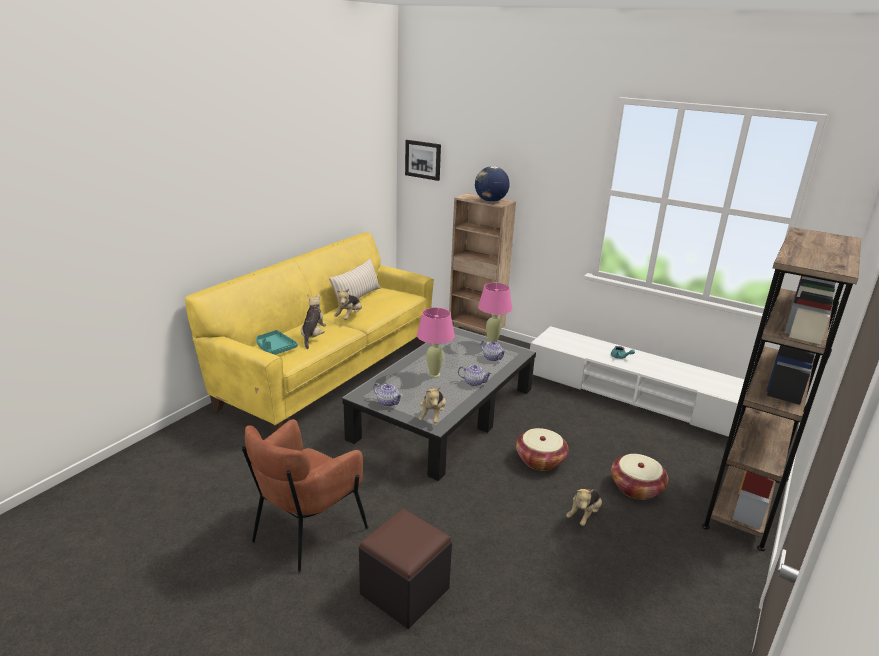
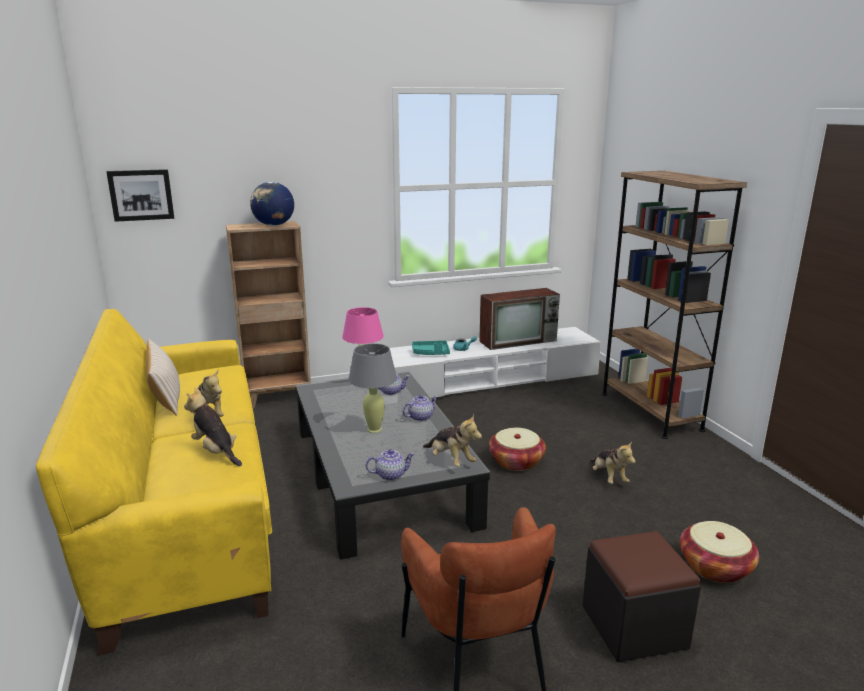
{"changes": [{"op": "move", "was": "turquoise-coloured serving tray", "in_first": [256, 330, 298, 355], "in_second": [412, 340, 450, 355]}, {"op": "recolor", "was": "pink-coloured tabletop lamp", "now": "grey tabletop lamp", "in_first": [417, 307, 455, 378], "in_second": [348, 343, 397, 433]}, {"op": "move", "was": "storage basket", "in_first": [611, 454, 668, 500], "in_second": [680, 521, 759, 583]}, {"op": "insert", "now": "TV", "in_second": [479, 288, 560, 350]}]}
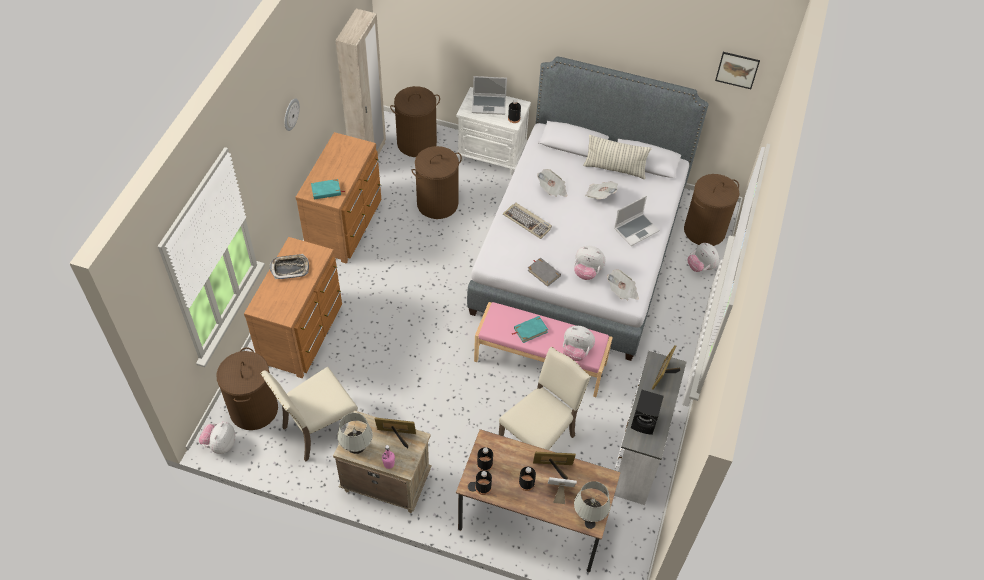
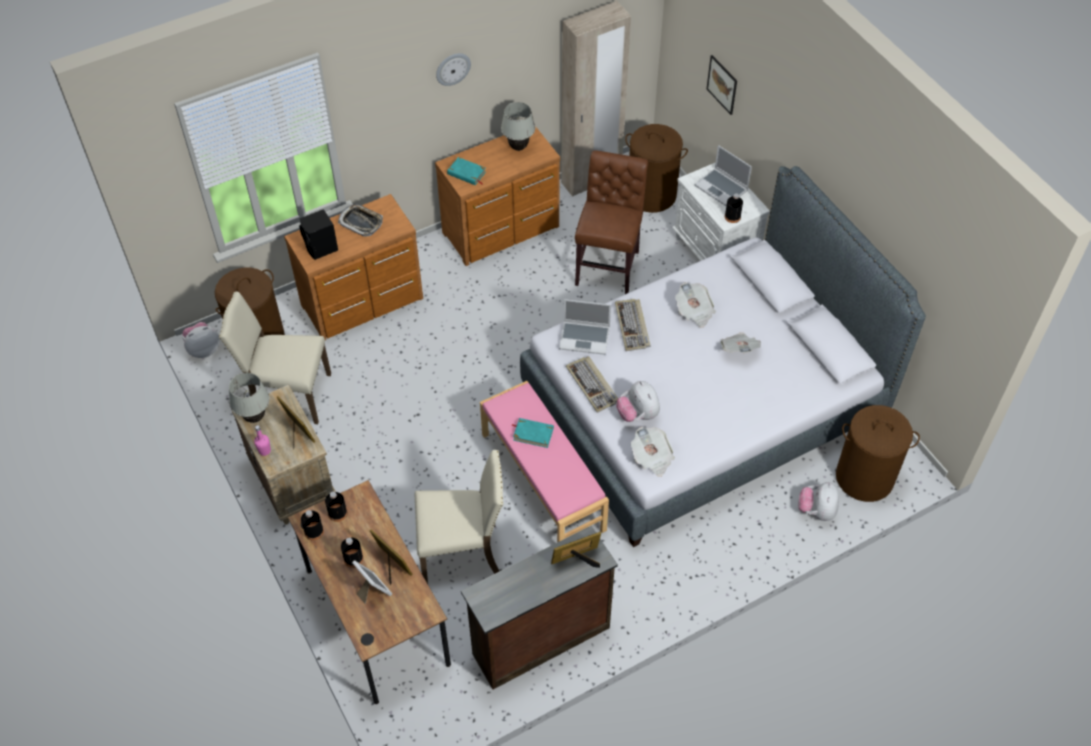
{"changes": [{"op": "replace", "was": "brown-coloured washing basket", "now": "brown-coloured plain chair", "in_first": [411, 146, 462, 219], "in_second": [575, 150, 648, 294]}, {"op": "replace", "was": "grey book", "now": "computer keyboard", "in_first": [527, 257, 561, 287], "in_second": [566, 356, 618, 413]}, {"op": "delete", "was": "soft toy", "in_first": [563, 326, 595, 361]}, {"op": "move", "was": "white tabletop lamp", "in_first": [574, 481, 610, 523], "in_second": [501, 102, 535, 151]}, {"op": "delete", "was": "throw pillow", "in_first": [583, 135, 652, 179]}, {"op": "move", "was": "portable computer", "in_first": [614, 195, 660, 246], "in_second": [559, 299, 611, 355]}, {"op": "recolor", "was": "white dresser", "now": "brown-coloured dresser", "in_first": [614, 351, 686, 505], "in_second": [461, 526, 618, 689]}, {"op": "move", "was": "black-coloured audio speaker", "in_first": [631, 390, 664, 435], "in_second": [299, 209, 338, 260]}, {"op": "move", "was": "wall art", "in_first": [715, 52, 760, 89], "in_second": [707, 55, 737, 115]}]}
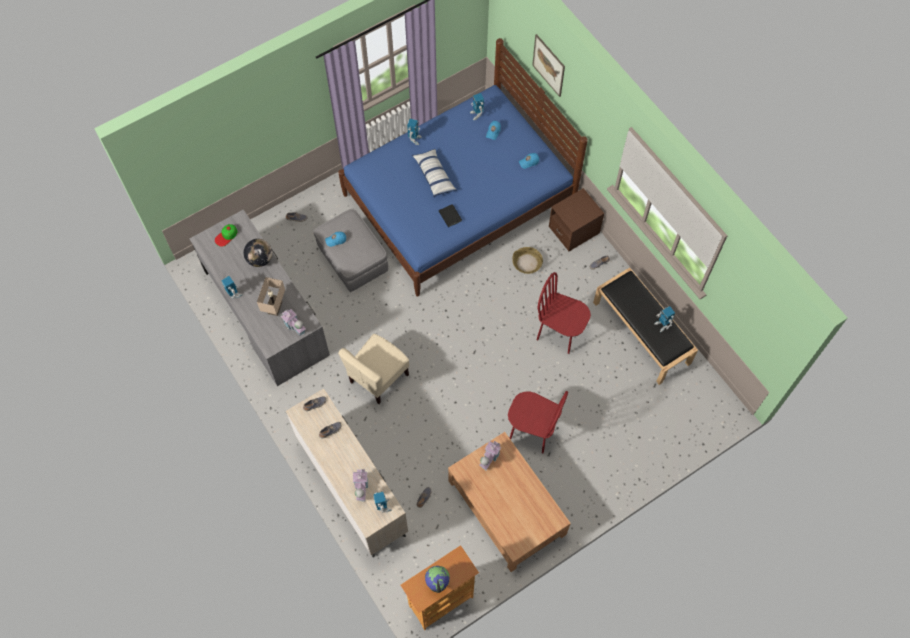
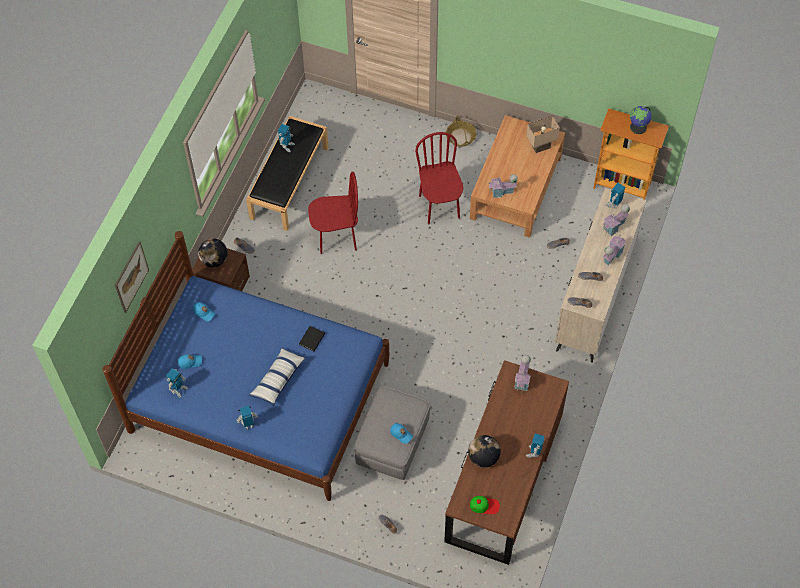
{"changes": [{"op": "recolor", "was": "grey desk unit", "now": "brown-coloured desk unit", "in_first": [190, 210, 330, 386], "in_second": [444, 360, 569, 565]}, {"op": "move", "was": "beige tabletop lamp", "in_first": [257, 277, 285, 316], "in_second": [526, 115, 560, 153]}, {"op": "delete", "was": "beige plain chair", "in_first": [338, 334, 409, 404]}, {"op": "move", "was": "storage basket", "in_first": [512, 247, 543, 274], "in_second": [446, 116, 476, 147]}, {"op": "rotate", "was": "reddish plain chair", "in_first": [537, 272, 591, 354], "in_second": [308, 171, 358, 254], "clockwise": -90}, {"op": "insert", "now": "globe", "in_second": [198, 238, 228, 268]}, {"op": "insert", "now": "miniature house", "in_second": [603, 236, 626, 266]}]}
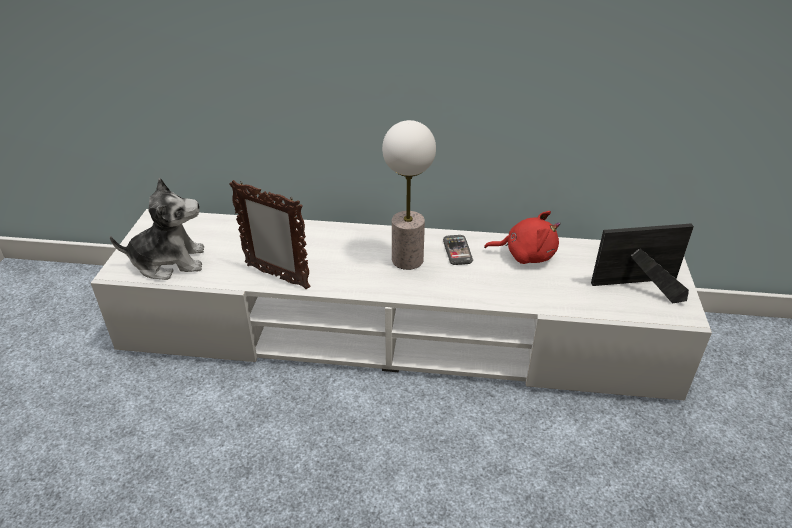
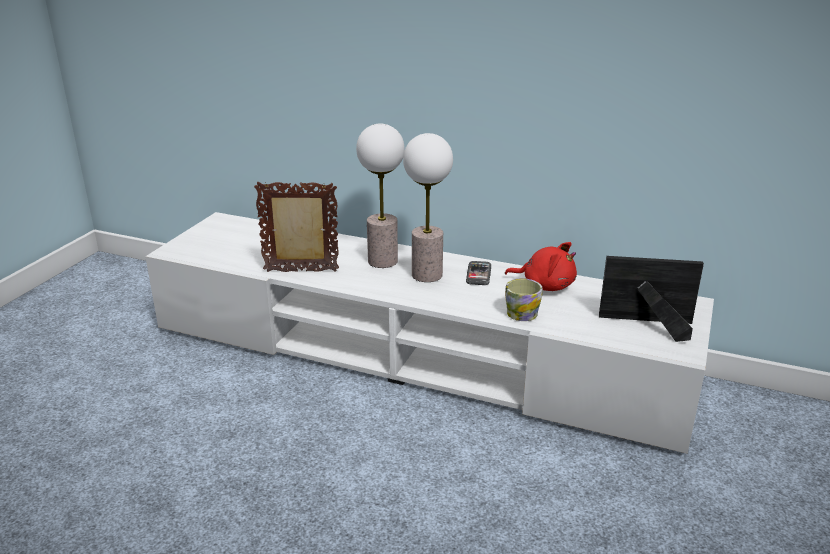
{"changes": [{"op": "delete", "was": "soft toy", "in_first": [110, 178, 204, 280]}, {"op": "rotate", "was": "standing frame", "in_first": [229, 180, 311, 289], "in_second": [254, 182, 339, 272], "clockwise": 135}, {"op": "insert", "now": "tabletop lamp", "in_second": [356, 124, 405, 268]}, {"op": "insert", "now": "tea mug", "in_second": [505, 278, 543, 321]}]}
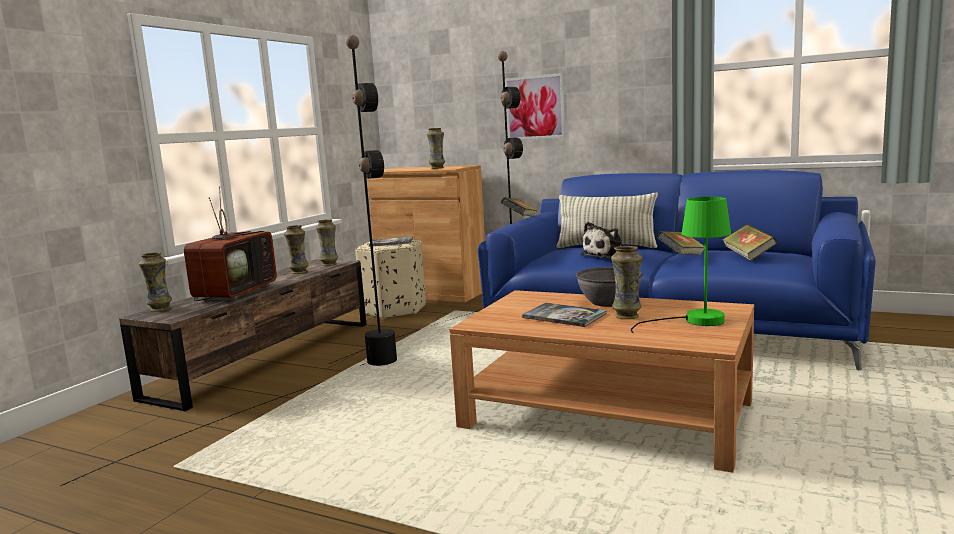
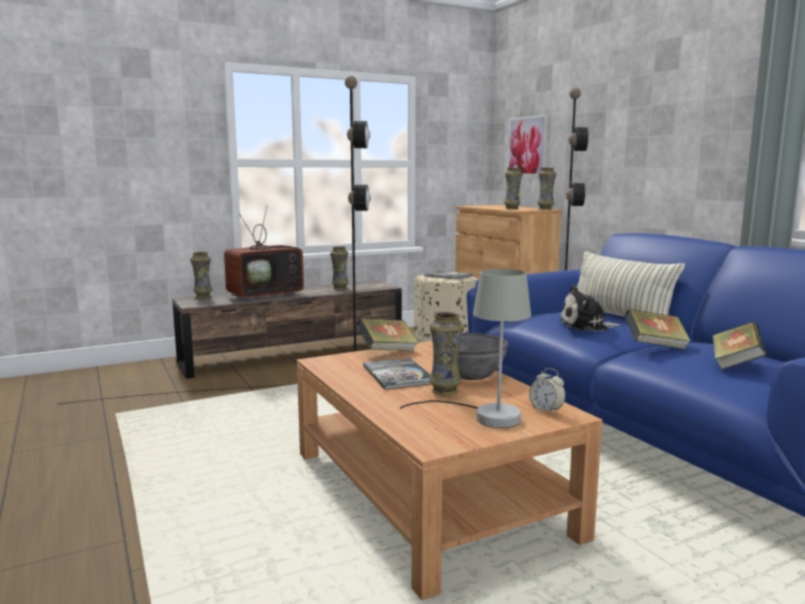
{"changes": [{"op": "move", "was": "flower vase", "in_first": [316, 219, 338, 266], "in_second": [537, 168, 556, 210]}, {"op": "move", "was": "book", "in_first": [501, 197, 538, 217], "in_second": [357, 318, 419, 351]}, {"op": "move", "was": "wall art", "in_first": [505, 73, 566, 140], "in_second": [507, 114, 548, 177]}, {"op": "recolor", "was": "greenish tabletop lamp", "now": "grey tabletop lamp", "in_first": [631, 197, 731, 334], "in_second": [400, 269, 531, 428]}, {"op": "insert", "now": "alarm clock", "in_second": [529, 368, 566, 415]}]}
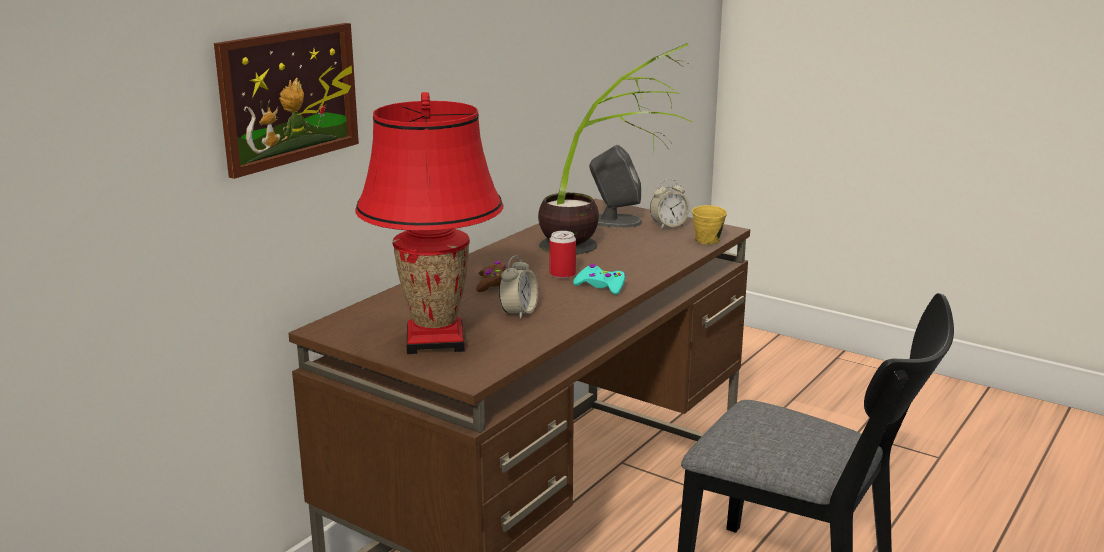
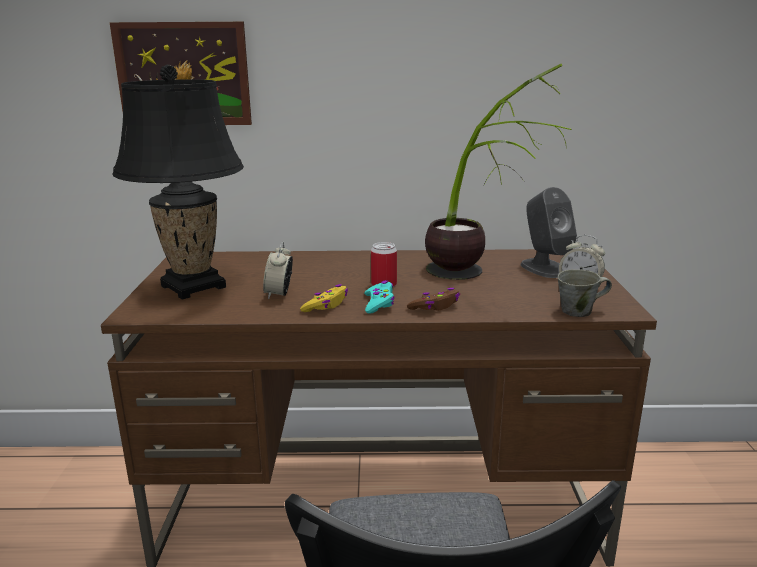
{"changes": [{"op": "recolor", "was": "reddish tabletop lamp", "now": "black-coloured tabletop lamp", "in_first": [355, 92, 503, 354], "in_second": [112, 65, 244, 300]}, {"op": "move", "was": "brown-coloured gamepad", "in_first": [476, 261, 506, 292], "in_second": [407, 288, 460, 311]}, {"op": "rotate", "was": "alarm clock", "in_first": [499, 255, 538, 320], "in_second": [263, 242, 293, 299], "clockwise": 105}, {"op": "recolor", "was": "yellowish tea mug", "now": "grey tea mug", "in_first": [692, 205, 727, 245], "in_second": [557, 270, 612, 317]}, {"op": "insert", "now": "yellowish gamepad", "in_second": [300, 284, 348, 312]}]}
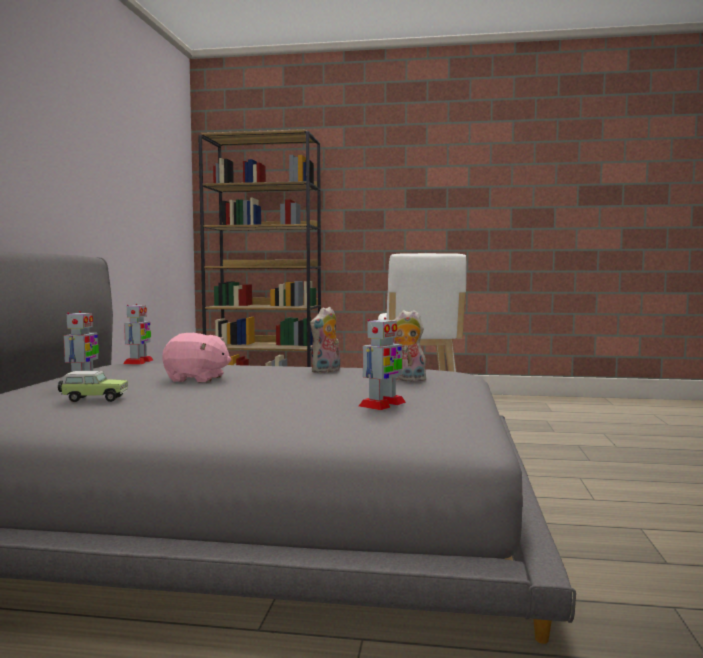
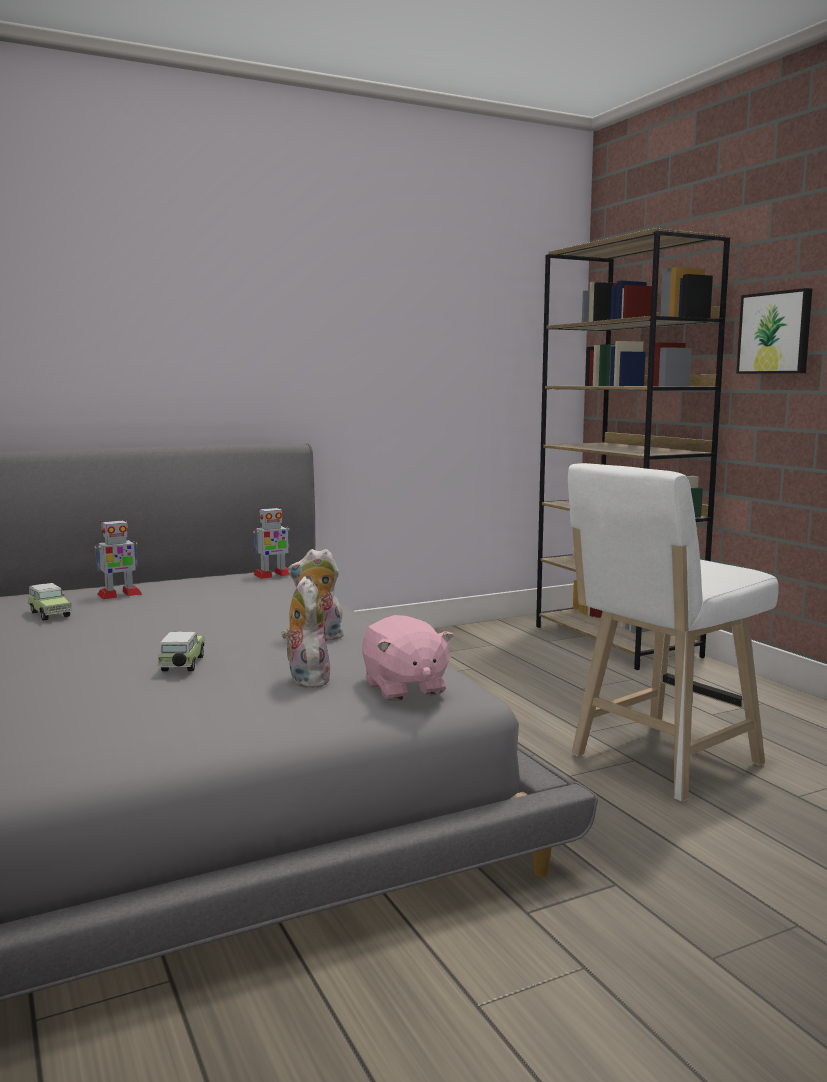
{"changes": [{"op": "move", "was": "pink-coloured soft toy", "in_first": [162, 333, 232, 383], "in_second": [362, 615, 454, 701]}, {"op": "delete", "was": "toy robot", "in_first": [359, 317, 406, 410]}, {"op": "insert", "now": "toy car", "in_second": [157, 632, 204, 671]}, {"op": "insert", "now": "wall art", "in_second": [736, 288, 812, 374]}]}
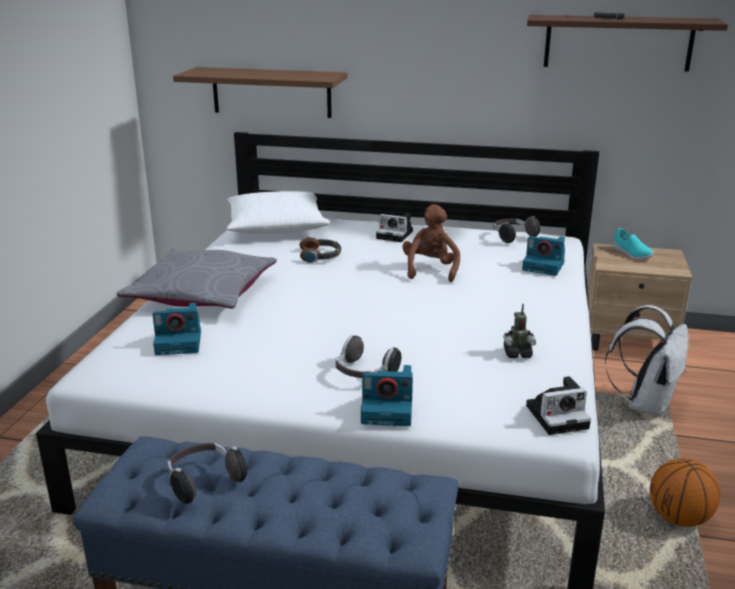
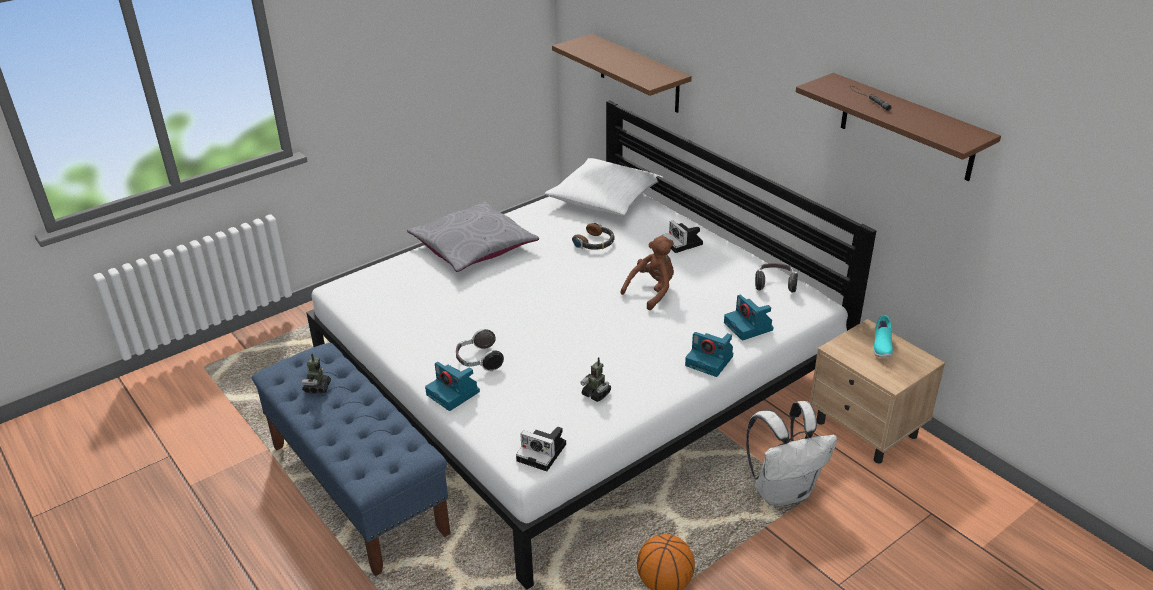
{"changes": [{"op": "move", "was": "photo camera", "in_first": [153, 303, 201, 355], "in_second": [685, 332, 733, 377]}, {"op": "replace", "was": "headphones", "now": "toy robot", "in_first": [168, 443, 247, 504], "in_second": [302, 353, 331, 394]}]}
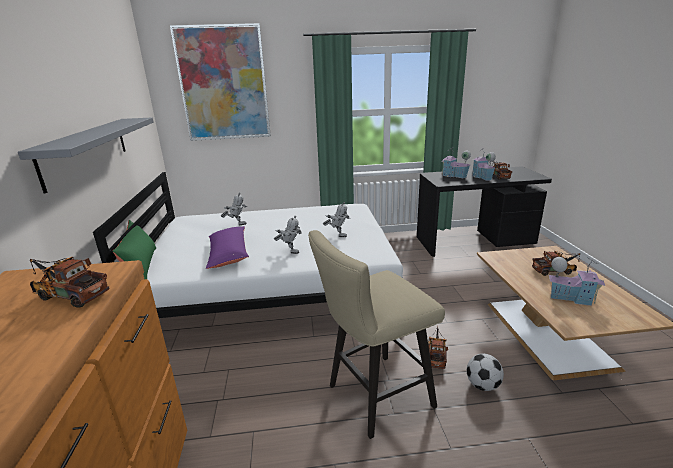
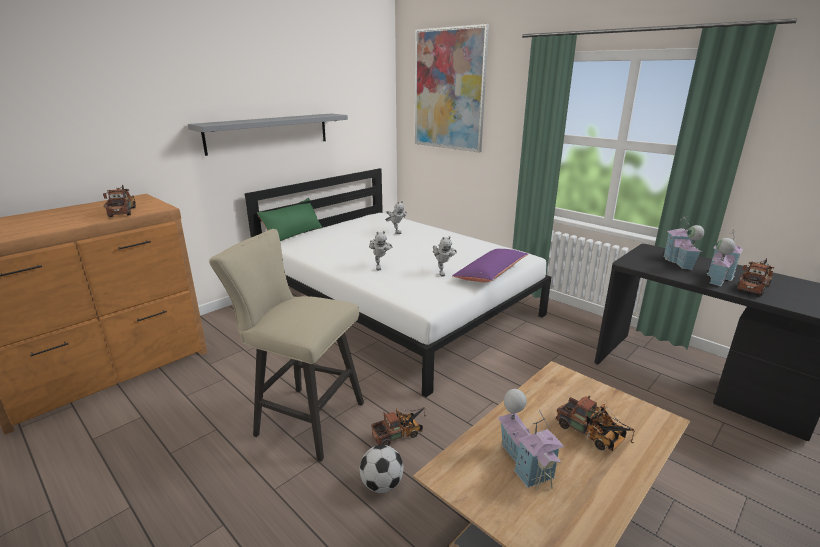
{"changes": [{"op": "move", "was": "purple throw pillow", "in_first": [206, 226, 249, 269], "in_second": [452, 249, 528, 283]}]}
